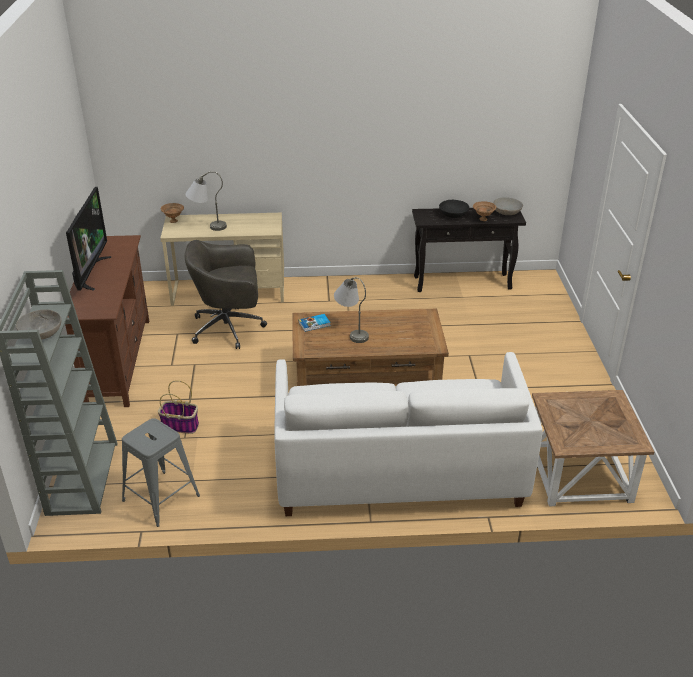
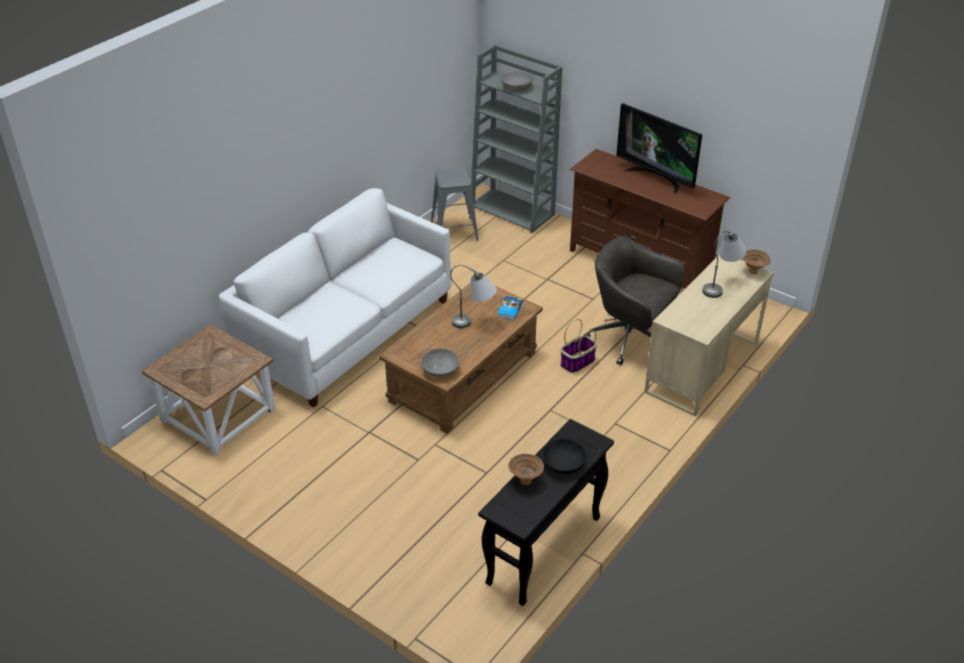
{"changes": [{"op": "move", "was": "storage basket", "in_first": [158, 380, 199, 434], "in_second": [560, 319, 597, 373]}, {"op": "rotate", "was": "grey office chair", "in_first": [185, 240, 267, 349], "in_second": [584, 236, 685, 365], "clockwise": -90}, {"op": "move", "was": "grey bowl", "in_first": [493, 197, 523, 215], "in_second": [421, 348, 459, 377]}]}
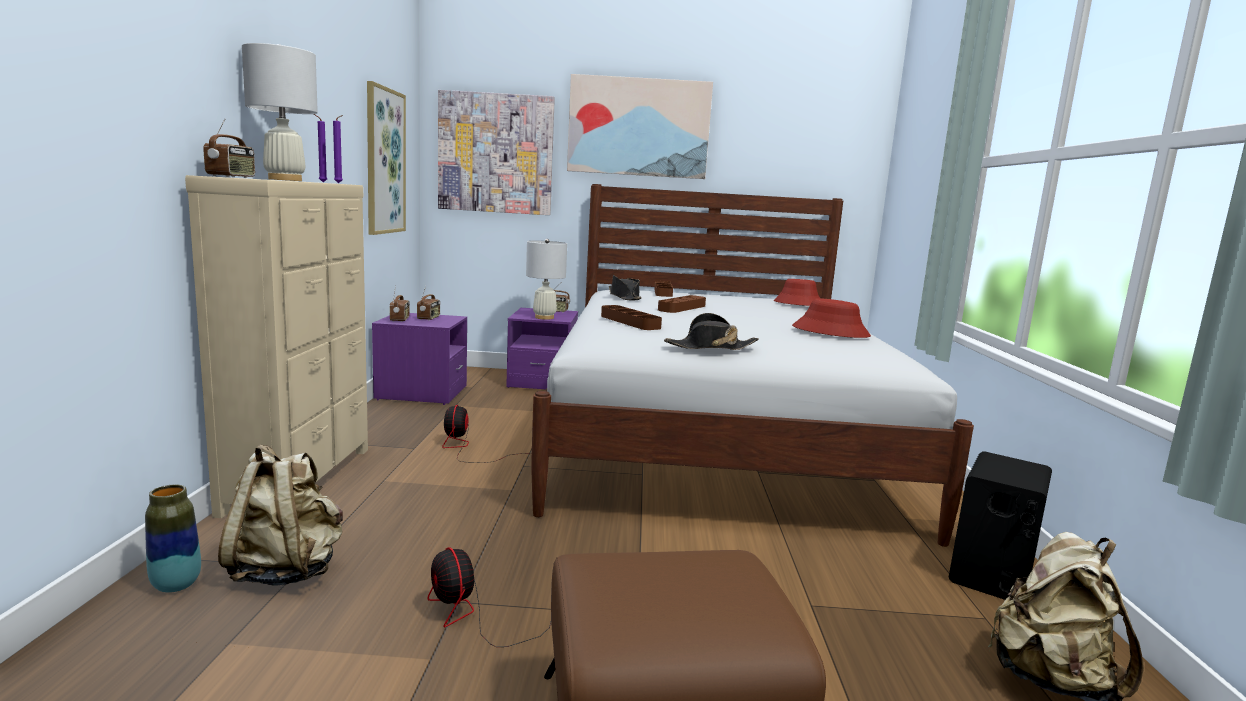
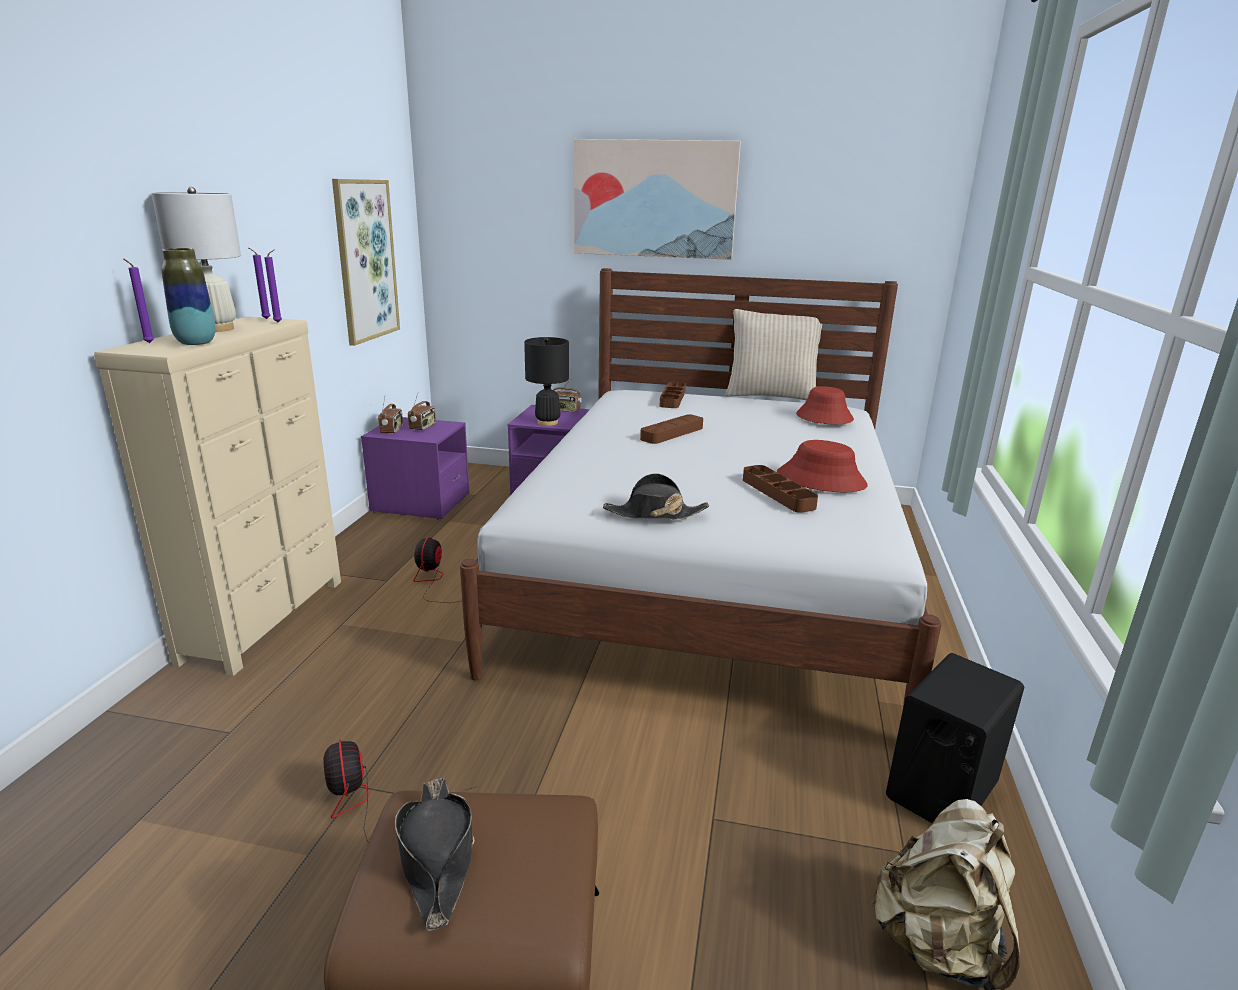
{"changes": [{"op": "move", "was": "flower vase", "in_first": [145, 485, 201, 593], "in_second": [162, 248, 216, 345]}, {"op": "replace", "was": "radio receiver", "now": "purple wax light", "in_first": [203, 119, 255, 178], "in_second": [124, 259, 154, 343]}, {"op": "delete", "was": "beige backpack", "in_first": [218, 444, 343, 586]}, {"op": "delete", "was": "wall art", "in_first": [438, 90, 555, 215]}, {"op": "recolor", "was": "white tabletop lamp", "now": "black-coloured tabletop lamp", "in_first": [526, 239, 567, 320], "in_second": [524, 337, 569, 426]}, {"op": "move", "was": "brown-coloured serving tray", "in_first": [601, 305, 662, 330], "in_second": [743, 465, 818, 513]}, {"op": "move", "was": "black-coloured wearable hat", "in_first": [609, 275, 642, 300], "in_second": [395, 778, 475, 931]}, {"op": "insert", "now": "beige throw pillow", "in_second": [725, 309, 822, 400]}]}
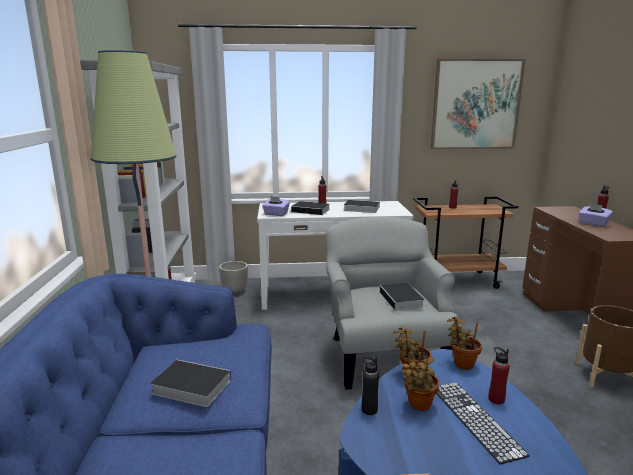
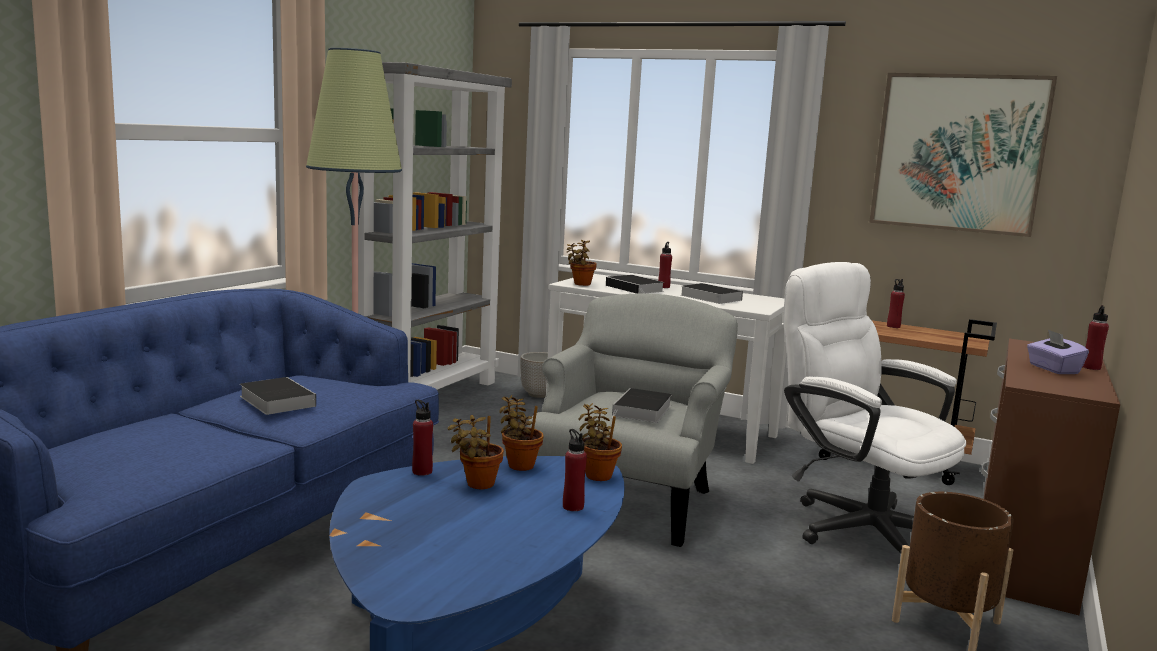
{"changes": [{"op": "replace", "was": "purple box of tissues", "now": "potted plant", "in_first": [262, 196, 290, 216], "in_second": [567, 240, 597, 286]}, {"op": "recolor", "was": "black-coloured bottle", "now": "reddish bottle", "in_first": [362, 357, 379, 415], "in_second": [412, 400, 433, 476]}, {"op": "delete", "was": "computer keyboard", "in_first": [436, 383, 530, 464]}, {"op": "insert", "now": "white office chair", "in_second": [783, 262, 966, 554]}]}
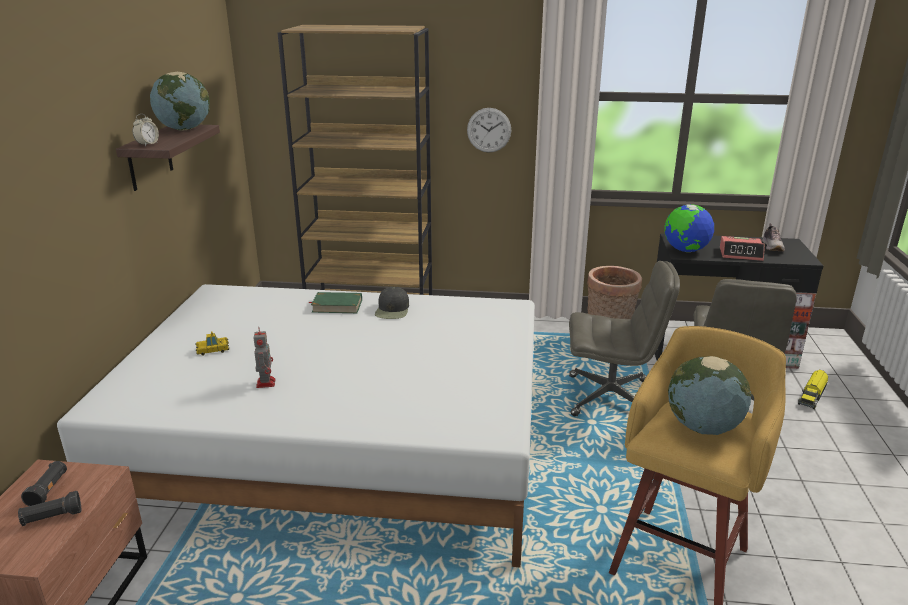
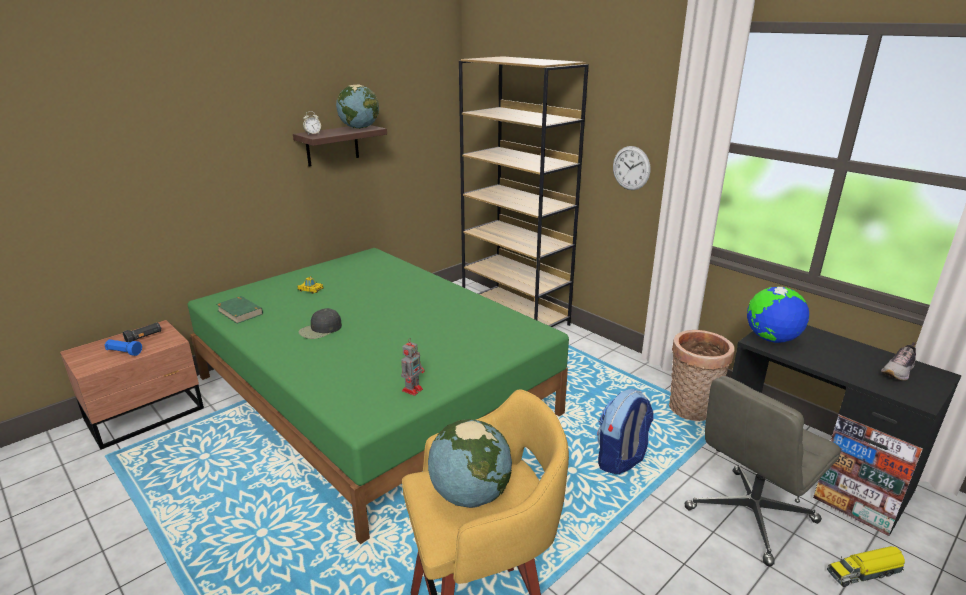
{"changes": [{"op": "recolor", "was": "black-coloured torch", "now": "bluish torch", "in_first": [18, 491, 81, 526], "in_second": [104, 339, 142, 356]}, {"op": "recolor", "was": "white sleeping bed", "now": "greenish sleeping bed", "in_first": [57, 284, 535, 567], "in_second": [188, 248, 569, 544]}, {"op": "move", "was": "toy robot", "in_first": [254, 329, 276, 388], "in_second": [401, 338, 425, 396]}, {"op": "move", "was": "greenish book", "in_first": [309, 292, 362, 313], "in_second": [216, 296, 263, 324]}, {"op": "move", "was": "black-coloured cap", "in_first": [375, 287, 409, 319], "in_second": [298, 308, 342, 339]}, {"op": "replace", "was": "grey office chair", "now": "backpack", "in_first": [569, 261, 680, 416], "in_second": [597, 389, 654, 474]}, {"op": "delete", "was": "alarm clock", "in_first": [720, 236, 765, 261]}]}
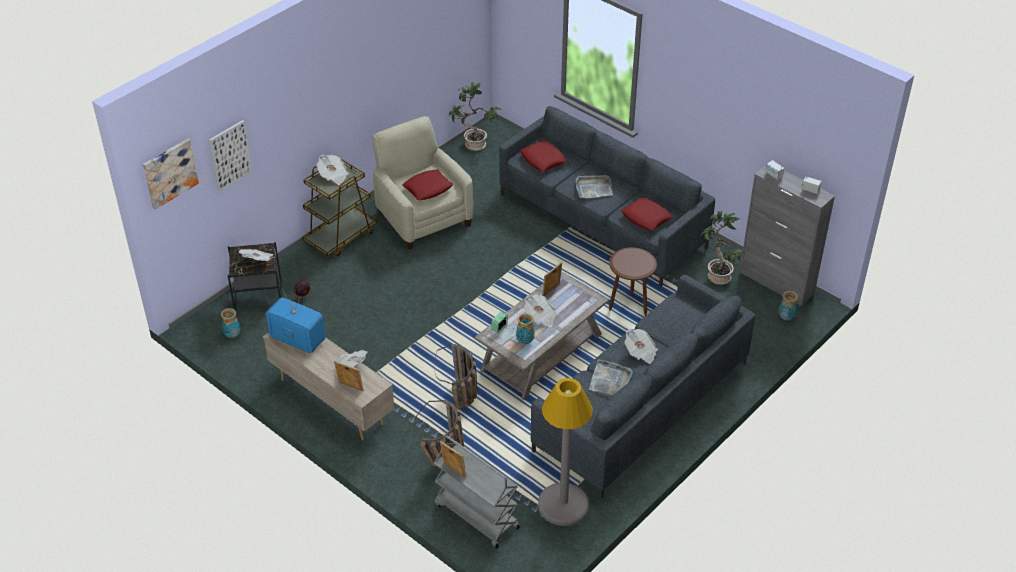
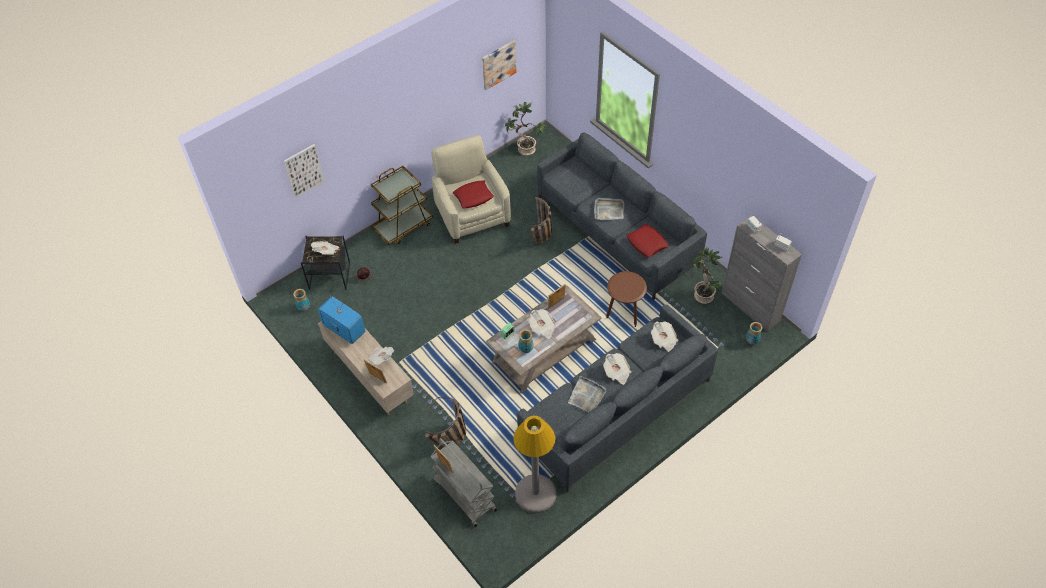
{"changes": [{"op": "move", "was": "wall art", "in_first": [143, 139, 199, 209], "in_second": [482, 40, 517, 90]}, {"op": "move", "was": "printed paper", "in_first": [316, 155, 349, 185], "in_second": [651, 321, 678, 352]}, {"op": "move", "was": "storage basket", "in_first": [434, 344, 478, 409], "in_second": [520, 197, 552, 244]}, {"op": "delete", "was": "reddish throw pillow", "in_first": [520, 141, 567, 171]}]}
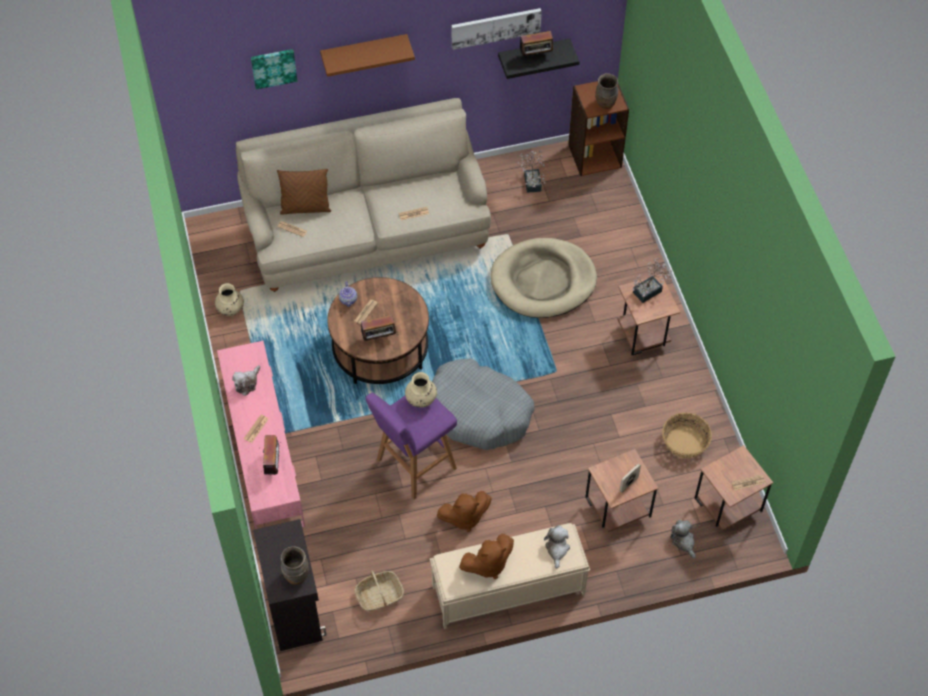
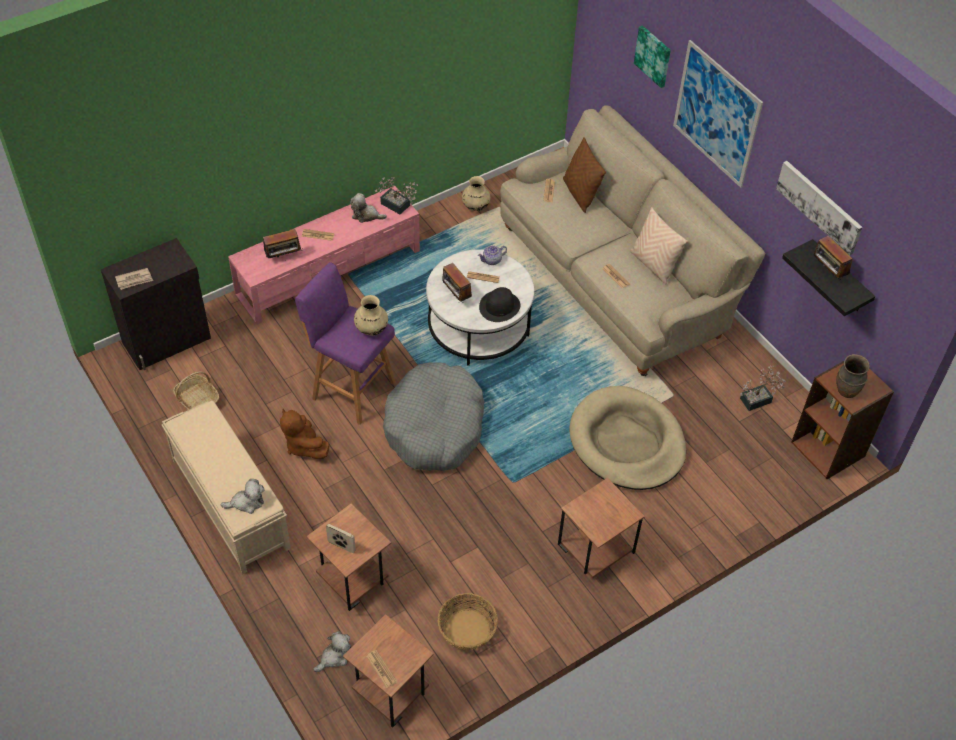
{"changes": [{"op": "replace", "was": "brown-coloured flower vase", "now": "printed paper", "in_first": [281, 546, 309, 585], "in_second": [115, 268, 153, 290]}, {"op": "replace", "was": "brown-coloured wall shelf", "now": "wall art", "in_first": [320, 34, 415, 77], "in_second": [673, 40, 763, 188]}, {"op": "recolor", "was": "brown-coloured coffee table", "now": "white coffee table", "in_first": [327, 277, 429, 384], "in_second": [426, 249, 534, 366]}, {"op": "delete", "was": "brown-coloured soft toy", "in_first": [459, 534, 514, 579]}, {"op": "move", "was": "potted plant", "in_first": [632, 258, 672, 303], "in_second": [375, 177, 418, 215]}, {"op": "insert", "now": "black-coloured wearable hat", "in_second": [479, 287, 520, 322]}, {"op": "insert", "now": "beige throw pillow", "in_second": [630, 207, 688, 284]}]}
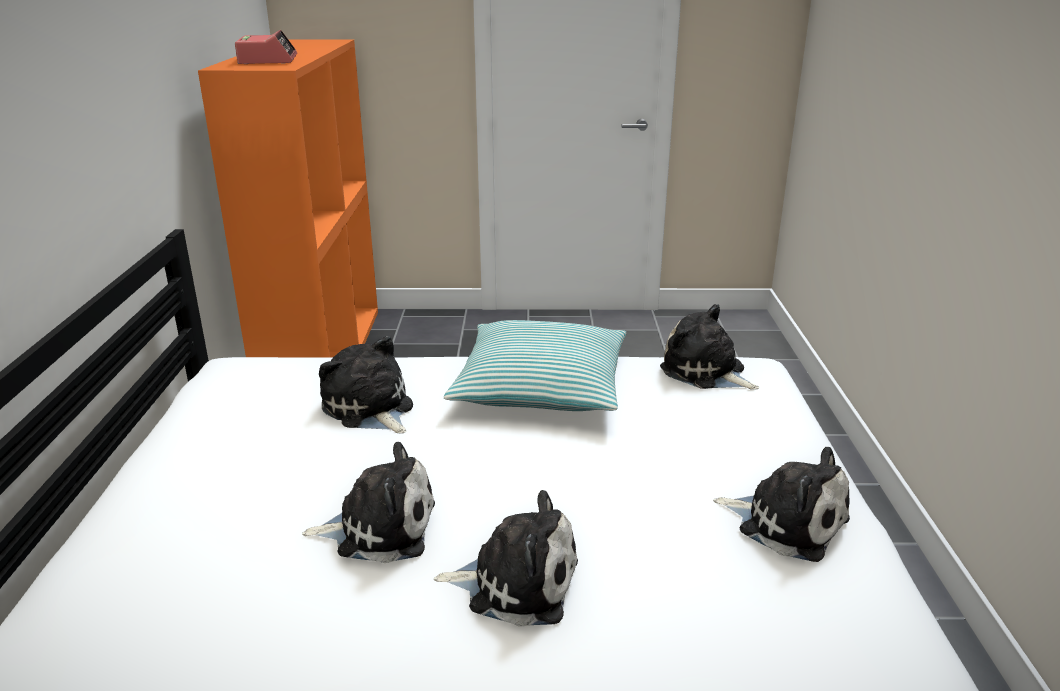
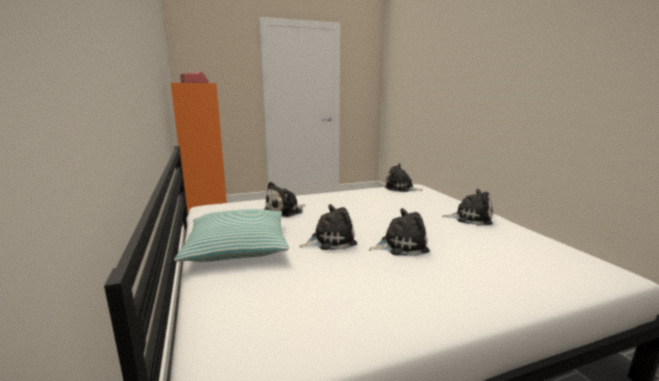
{"changes": [{"op": "rotate", "was": "soft toy", "in_first": [319, 336, 413, 434], "in_second": [263, 182, 305, 217], "clockwise": -75}, {"op": "move", "was": "throw pillow", "in_first": [444, 320, 626, 411], "in_second": [174, 209, 289, 262]}]}
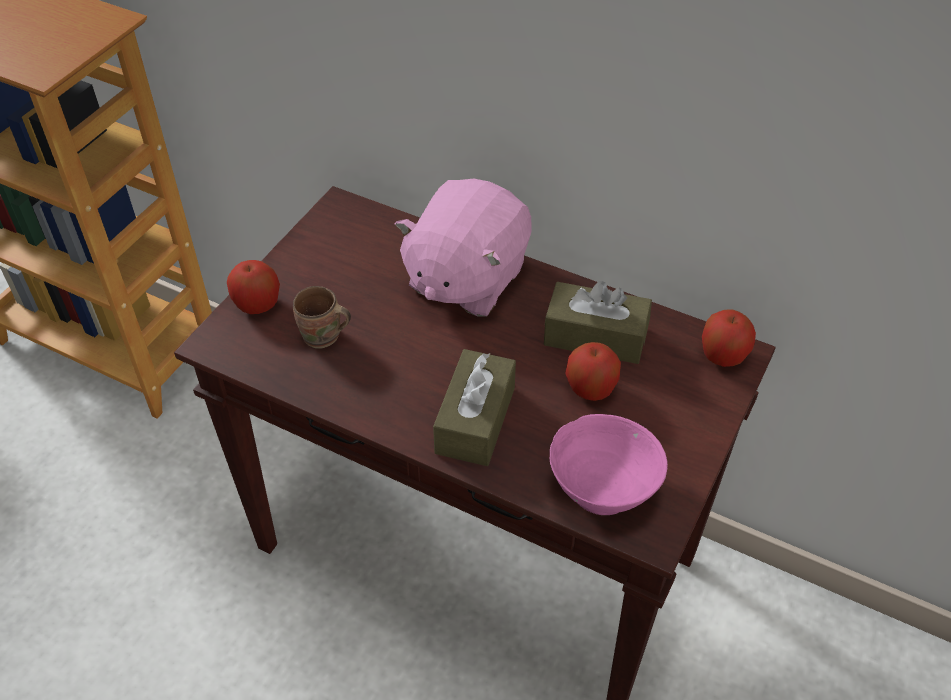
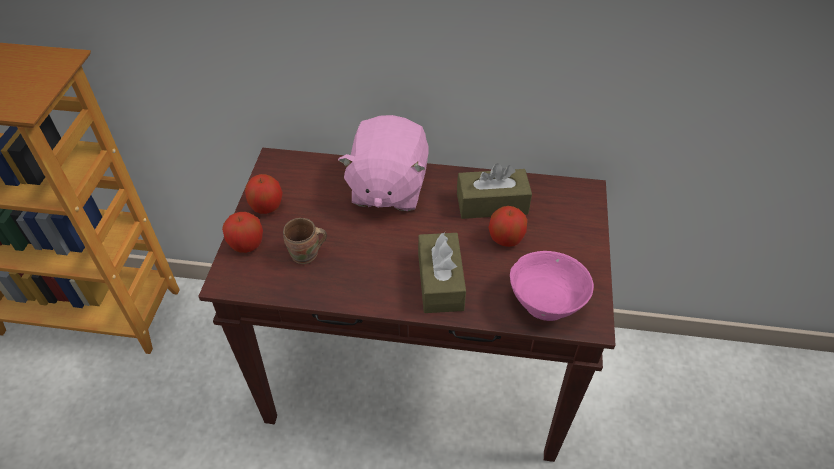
{"changes": [{"op": "move", "was": "apple", "in_first": [702, 309, 756, 367], "in_second": [245, 174, 283, 214]}]}
